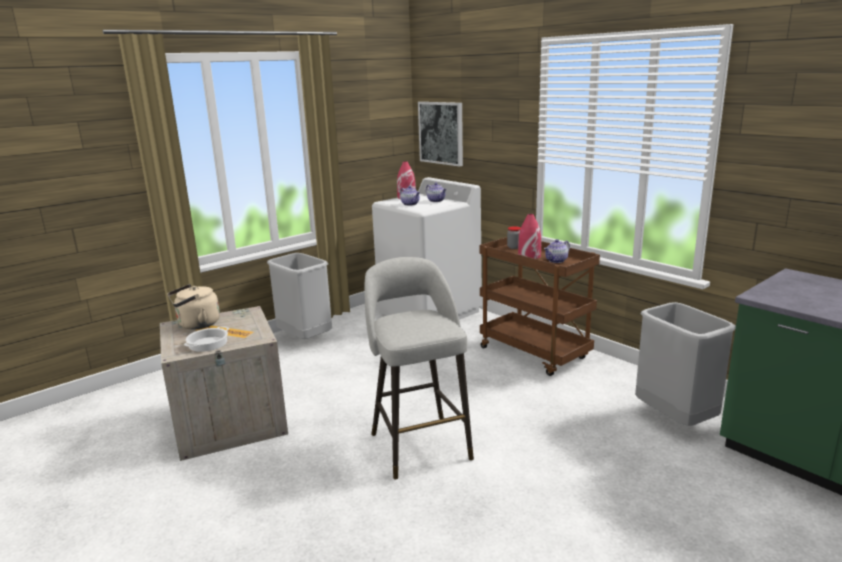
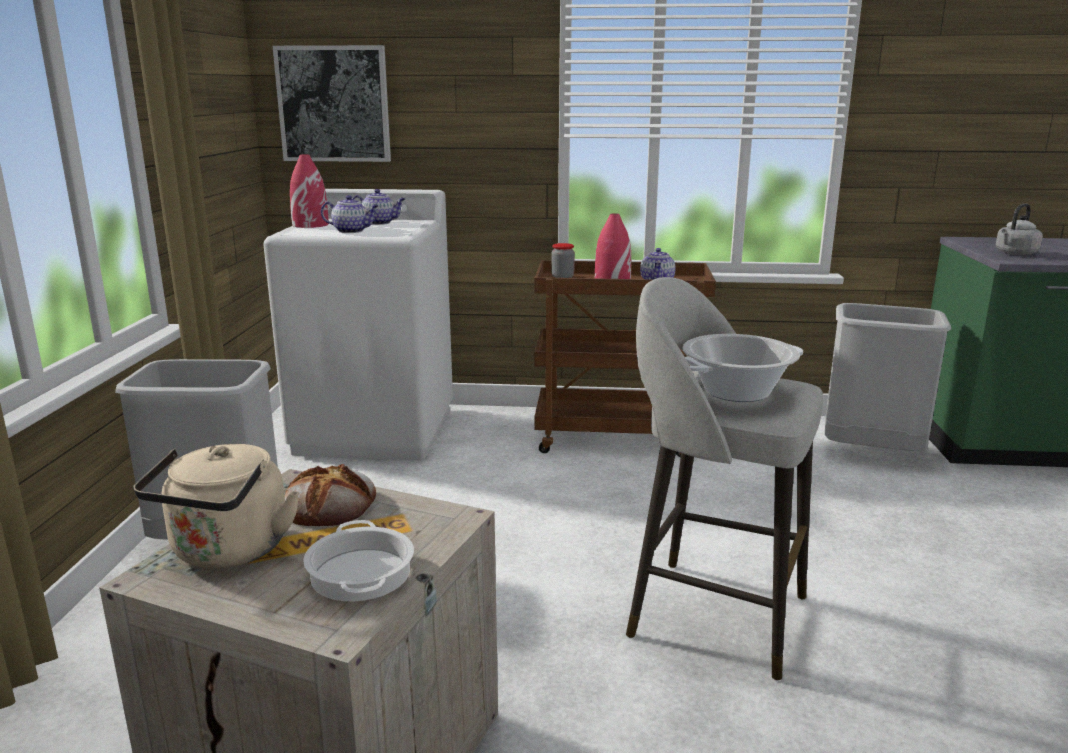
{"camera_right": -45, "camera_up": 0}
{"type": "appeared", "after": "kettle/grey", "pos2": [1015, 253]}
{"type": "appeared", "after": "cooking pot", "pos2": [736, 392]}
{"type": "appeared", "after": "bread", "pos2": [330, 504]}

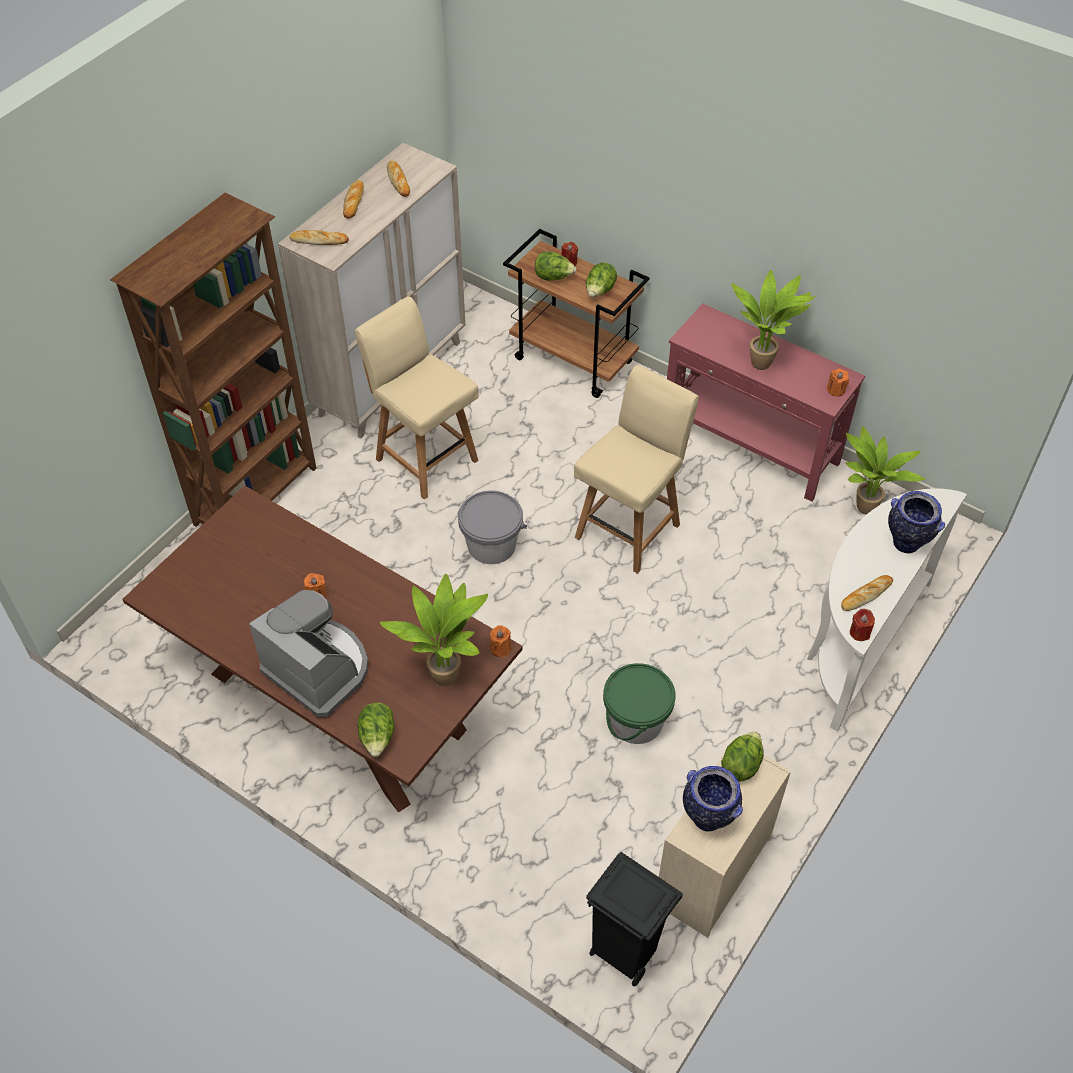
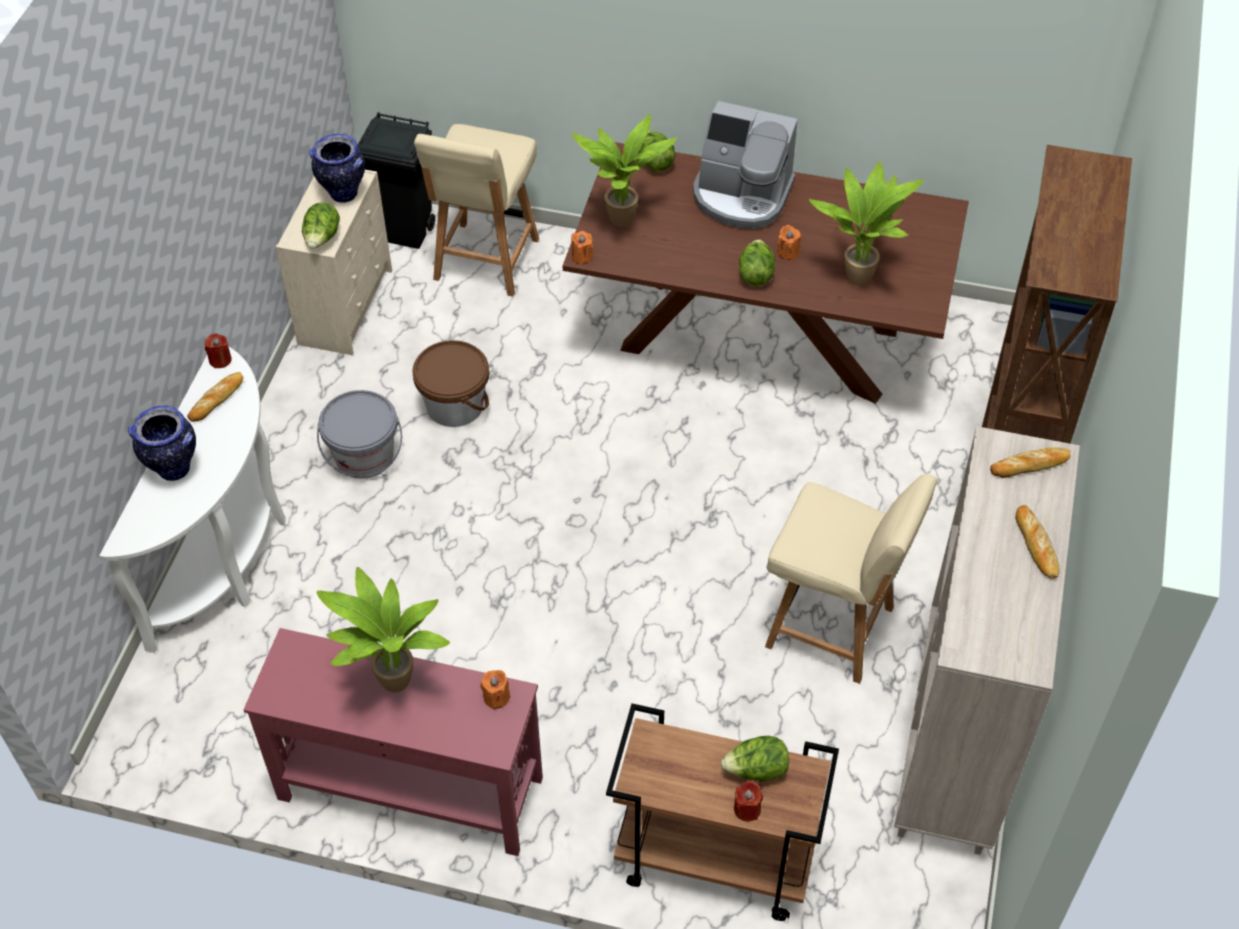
{"camera_right": 160, "camera_up": 0}
{"type": "missing", "before": "bread", "pos1": [398, 181]}
{"type": "relocated", "before": "lettuce", "pos1": [600, 291], "pos2": [755, 274]}
{"type": "relocated", "before": "chair/beige", "pos1": [629, 529], "pos2": [485, 261]}
{"type": "relocated", "before": "candle/orange", "pos1": [836, 390], "pos2": [496, 697]}
{"type": "relocated", "before": "potted plant", "pos1": [864, 511], "pos2": [859, 275]}
{"type": "relocated", "before": "bucket/grey", "pos1": [491, 545], "pos2": [364, 456]}
{"type": "colour", "before": "bucket/green", "after": "bucket/brown", "pos1": [636, 721], "pos2": [455, 405]}

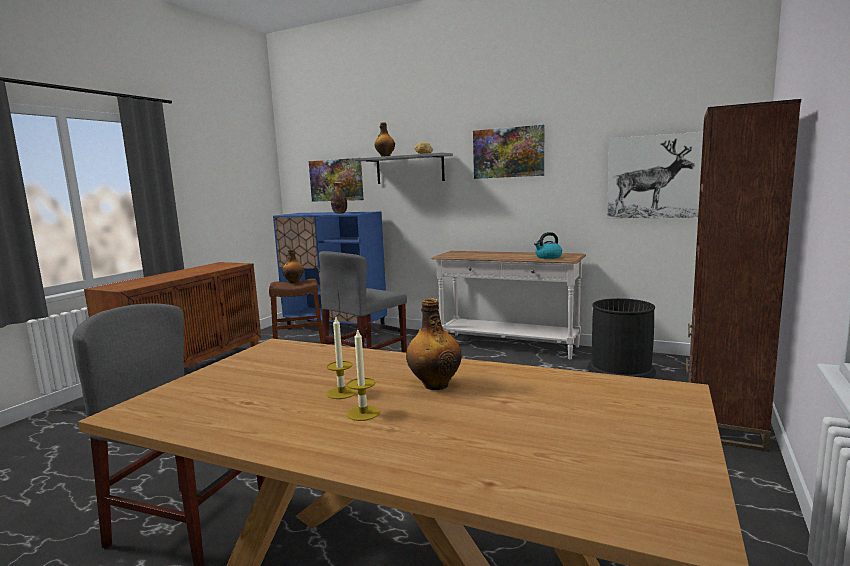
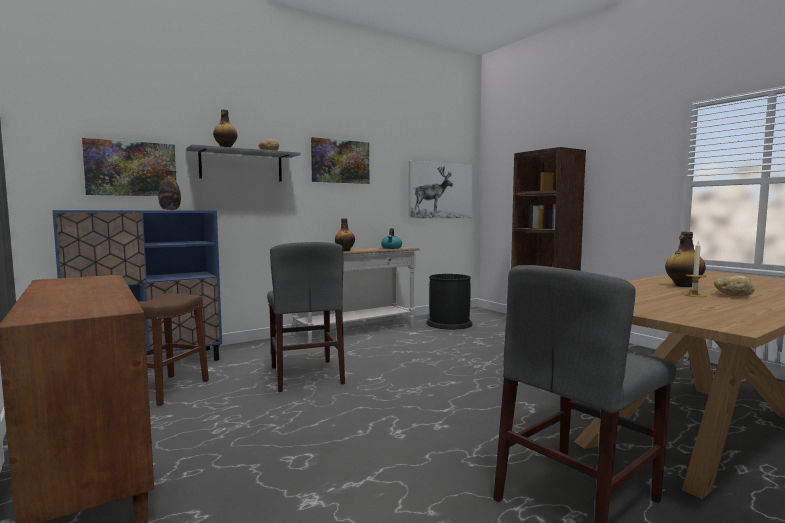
{"camera_right": -60, "camera_up": -5}
{"type": "relocated", "before": "bottle", "pos1": [294, 282], "pos2": [345, 251]}
{"type": "exchanged", "before": "candle", "after": "bread", "pos1": [363, 413], "pos2": [733, 295]}

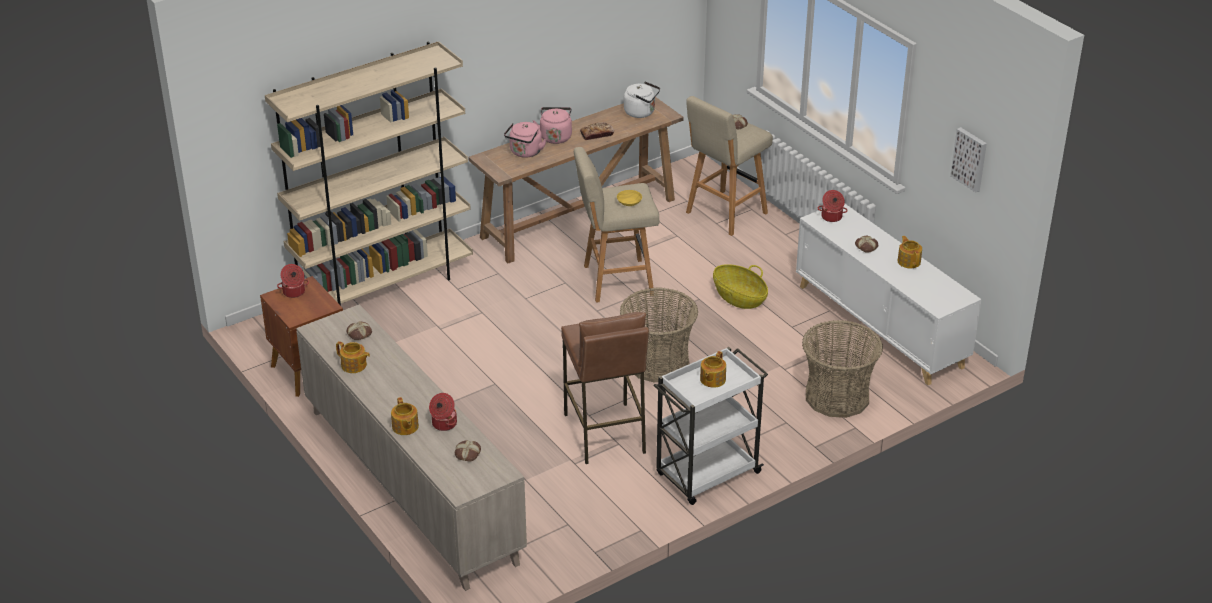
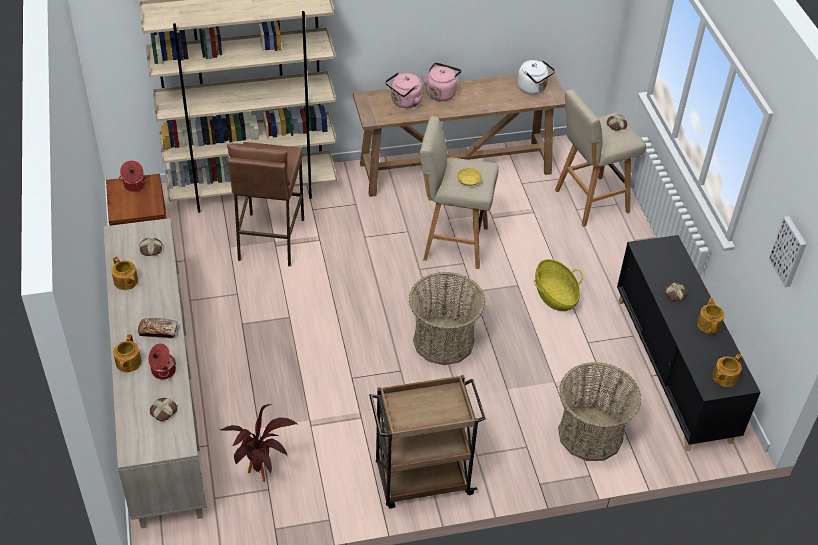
{"camera_right": 20, "camera_up": 10}
{"type": "relocated", "before": "bread", "pos1": [597, 134], "pos2": [158, 331]}
{"type": "missing", "before": "cooking pot", "pos1": [831, 217]}
{"type": "colour", "before": "cabinet/white", "after": "cabinet/black", "pos1": [880, 326], "pos2": [673, 369]}
{"type": "relocated", "before": "stool/brown", "pos1": [604, 433], "pos2": [270, 239]}
{"type": "colour", "before": "cart/white", "after": "cart/brown", "pos1": [706, 474], "pos2": [421, 479]}
{"type": "relocated", "before": "teapot", "pos1": [712, 379], "pos2": [724, 377]}
{"type": "appeared", "after": "potted plant", "pos2": [263, 477]}

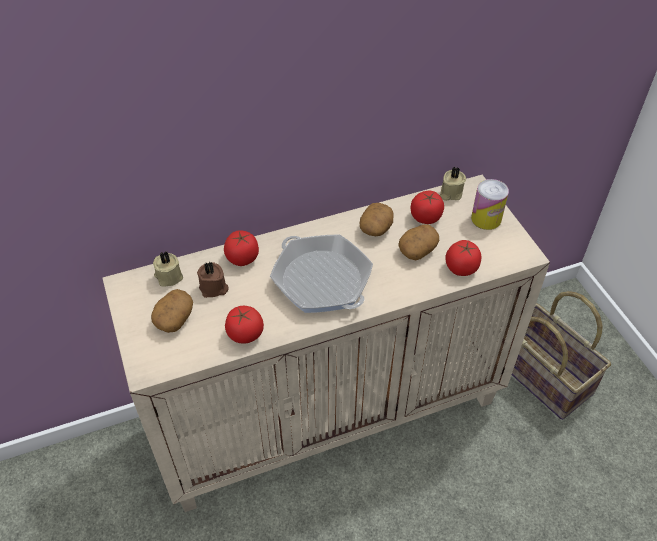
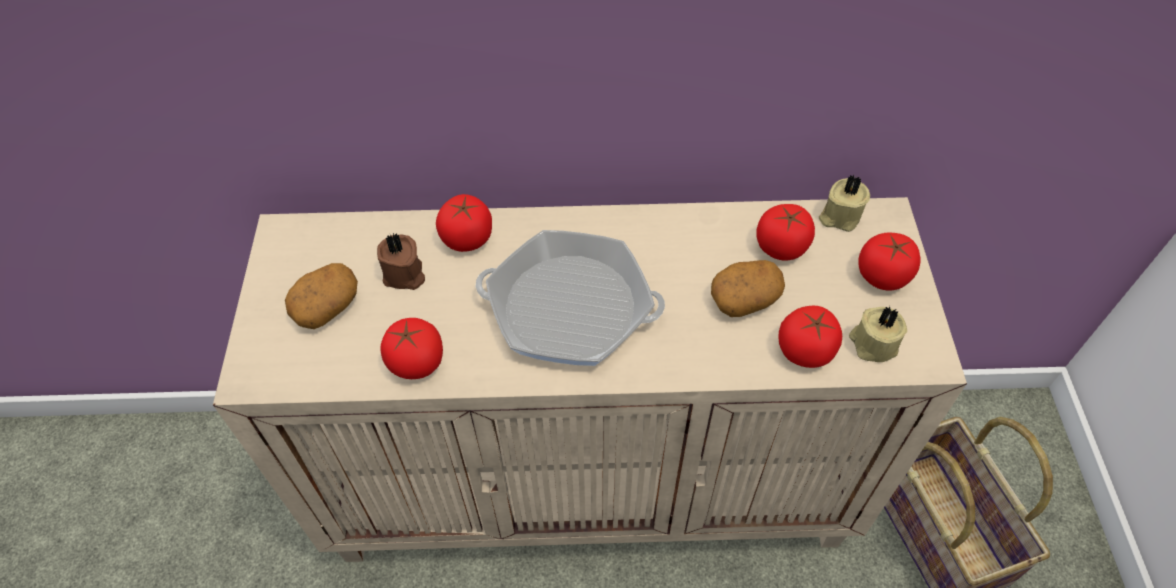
{"camera_right": 20, "camera_up": 5}
{"type": "exchanged", "before": "can", "after": "tomato", "pos1": [486, 219], "pos2": [883, 276]}
{"type": "missing", "before": "potato", "pos1": [376, 228]}
{"type": "spun", "before": "frying pan", "pos1": [321, 280], "pos2": [570, 307], "turn": -60}
{"type": "relocated", "before": "candle/beige", "pos1": [168, 276], "pos2": [872, 344]}

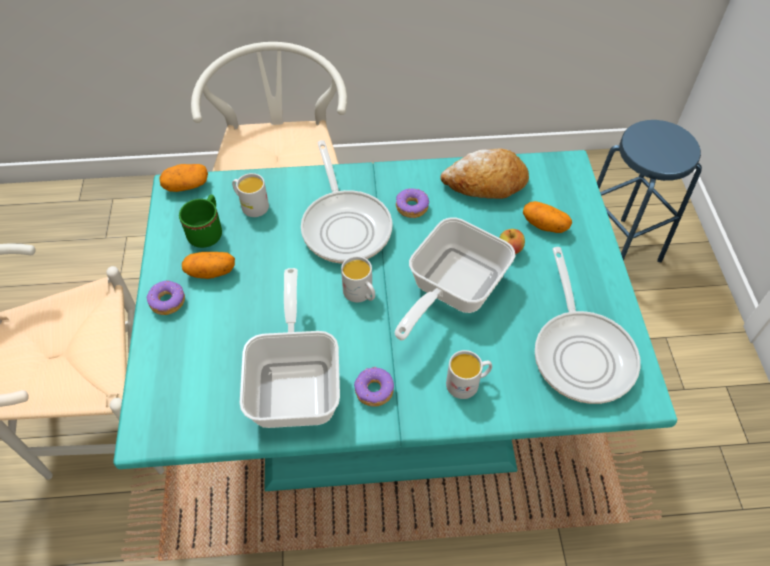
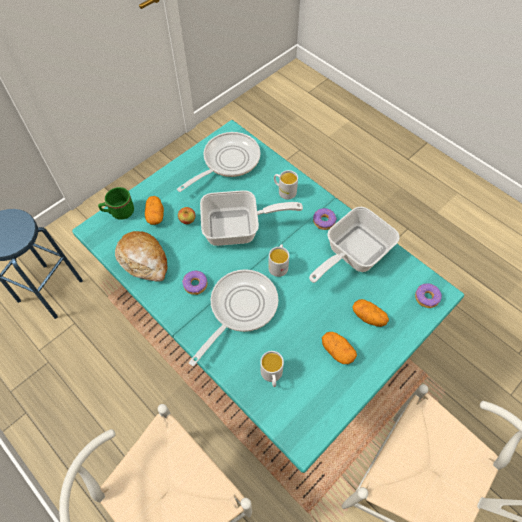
{"camera_right": -130, "camera_up": 5}
{"type": "relocated", "before": "potato", "pos1": [186, 186], "pos2": [368, 317]}
{"type": "relocated", "before": "mug/green", "pos1": [207, 231], "pos2": [119, 212]}
{"type": "relocated", "before": "donut", "pos1": [167, 301], "pos2": [426, 298]}

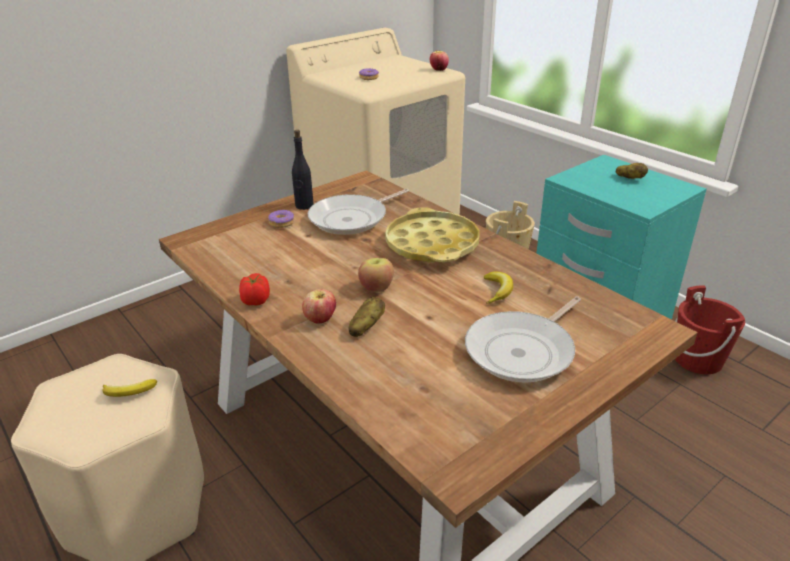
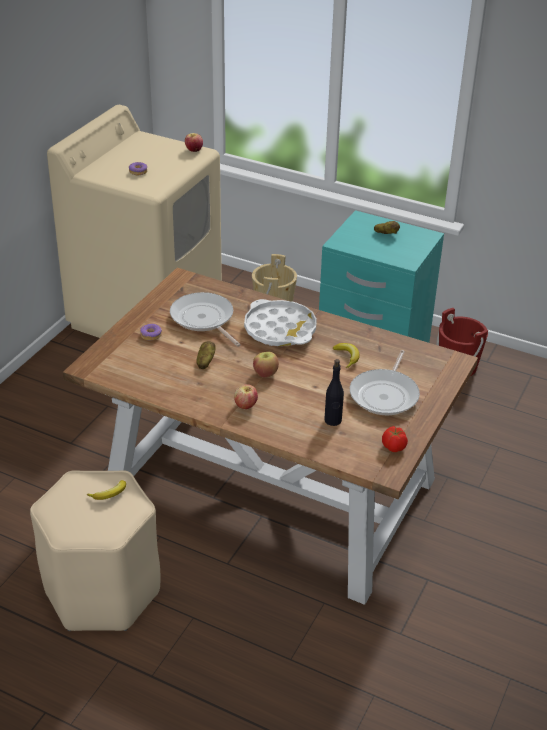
{"camera_right": -25, "camera_up": 5}
{"type": "relocated", "before": "bottle/black", "pos1": [304, 206], "pos2": [333, 420]}
{"type": "spun", "before": "frying pan", "pos1": [352, 219], "pos2": [204, 319], "turn": 120}
{"type": "colour", "before": "tray/yellow", "after": "tray/white", "pos1": [432, 244], "pos2": [280, 329]}
{"type": "relocated", "before": "tomato", "pos1": [255, 301], "pos2": [393, 447]}
{"type": "relocated", "before": "potato", "pos1": [366, 327], "pos2": [205, 362]}

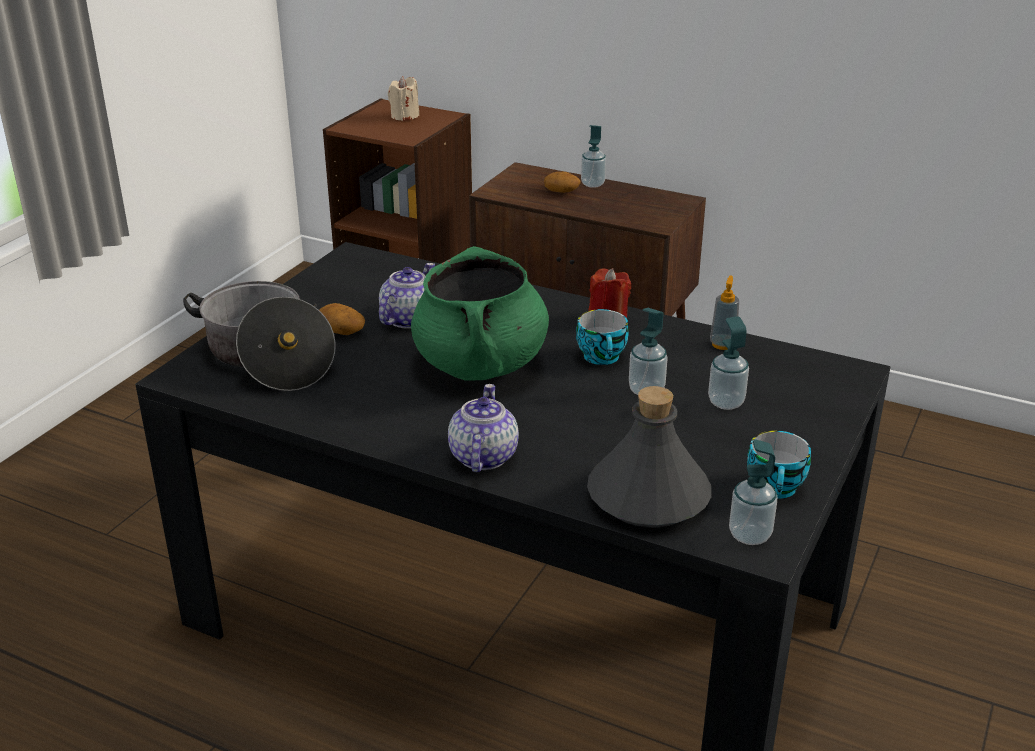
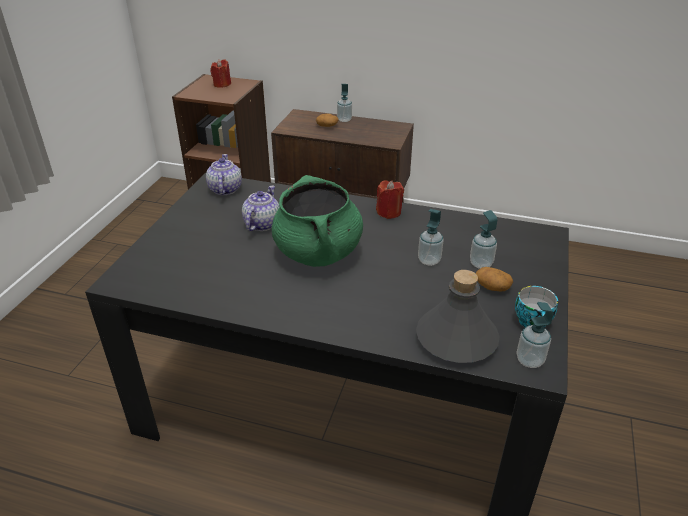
{"camera_right": -10, "camera_up": 5}
{"type": "colour", "before": "candle/beige", "after": "candle/red", "pos1": [404, 116], "pos2": [222, 84]}
{"type": "missing", "before": "soap dispenser", "pos1": [723, 344]}
{"type": "missing", "before": "cooking pot", "pos1": [267, 357]}
{"type": "relocated", "before": "potato", "pos1": [341, 331], "pos2": [492, 287]}
{"type": "missing", "before": "cup", "pos1": [603, 357]}
{"type": "relocated", "before": "teapot", "pos1": [482, 456], "pos2": [224, 189]}

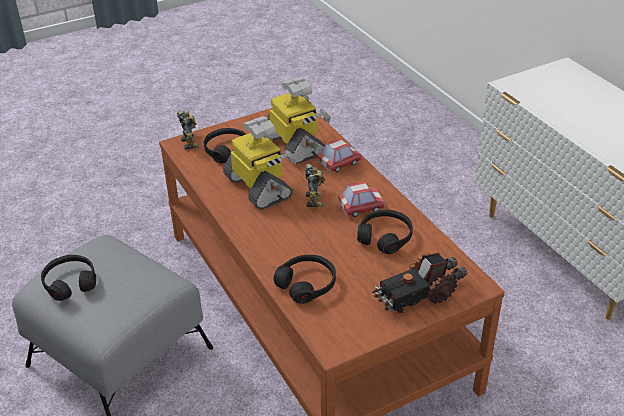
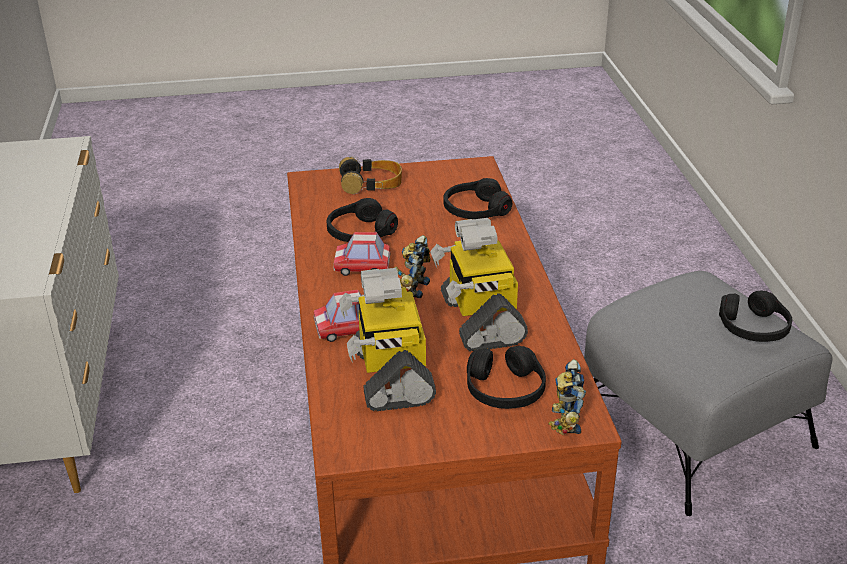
{"camera_right": -160, "camera_up": -5}
{"type": "exchanged", "before": "toy truck", "after": "headphones", "pos1": [417, 294], "pos2": [371, 183]}

